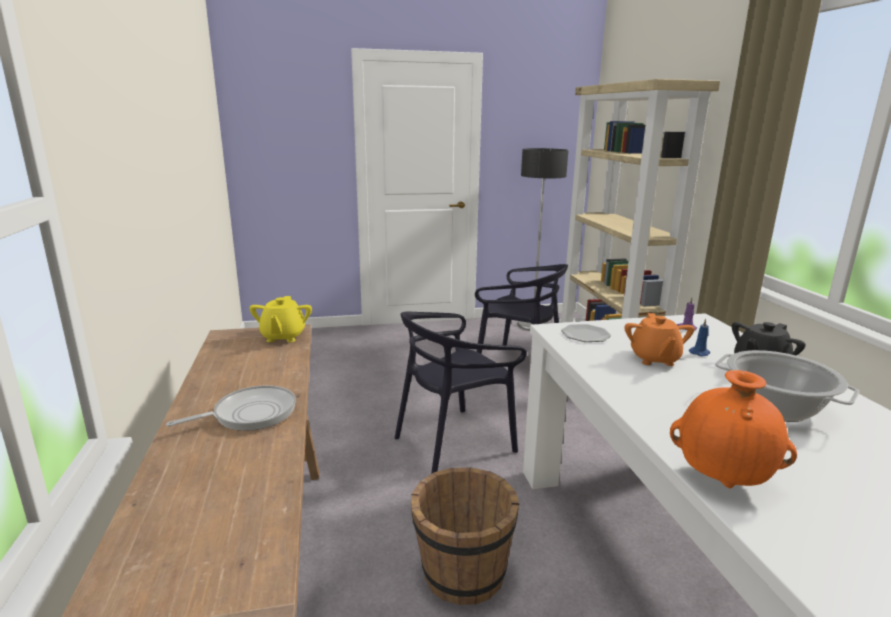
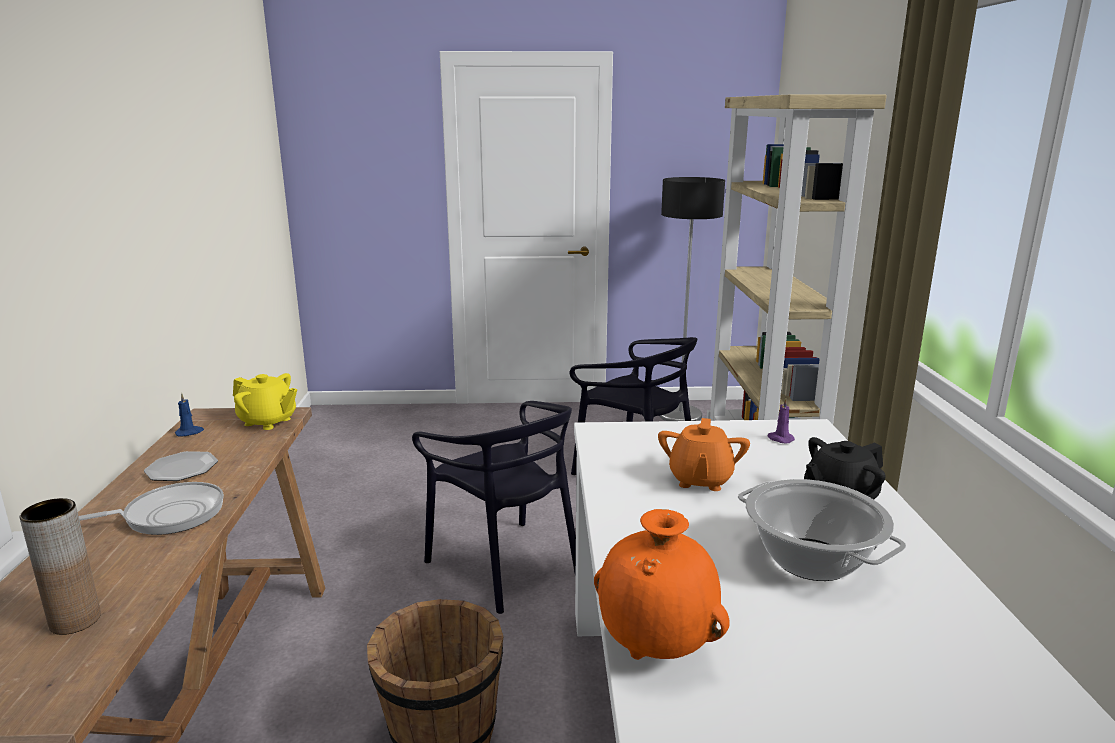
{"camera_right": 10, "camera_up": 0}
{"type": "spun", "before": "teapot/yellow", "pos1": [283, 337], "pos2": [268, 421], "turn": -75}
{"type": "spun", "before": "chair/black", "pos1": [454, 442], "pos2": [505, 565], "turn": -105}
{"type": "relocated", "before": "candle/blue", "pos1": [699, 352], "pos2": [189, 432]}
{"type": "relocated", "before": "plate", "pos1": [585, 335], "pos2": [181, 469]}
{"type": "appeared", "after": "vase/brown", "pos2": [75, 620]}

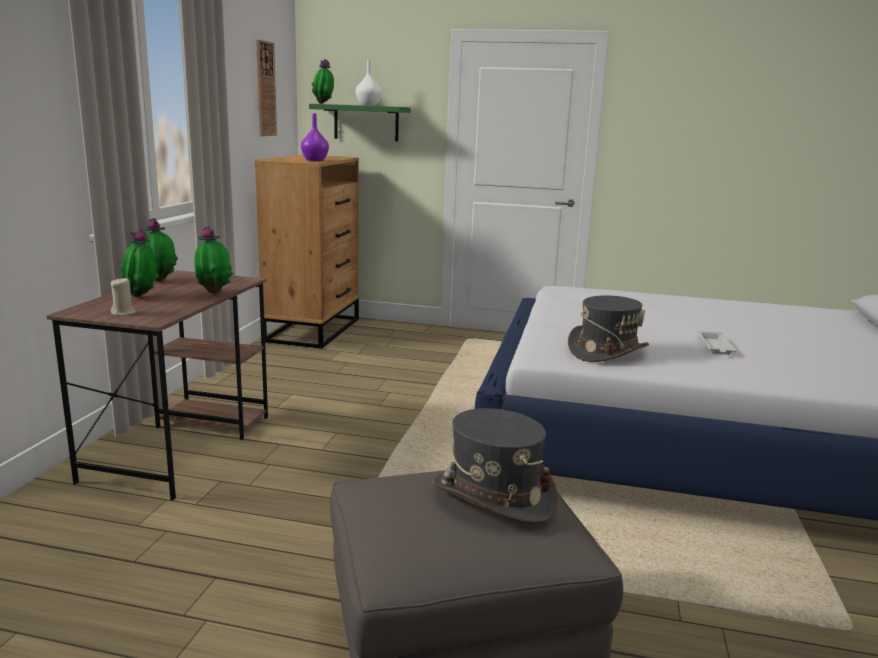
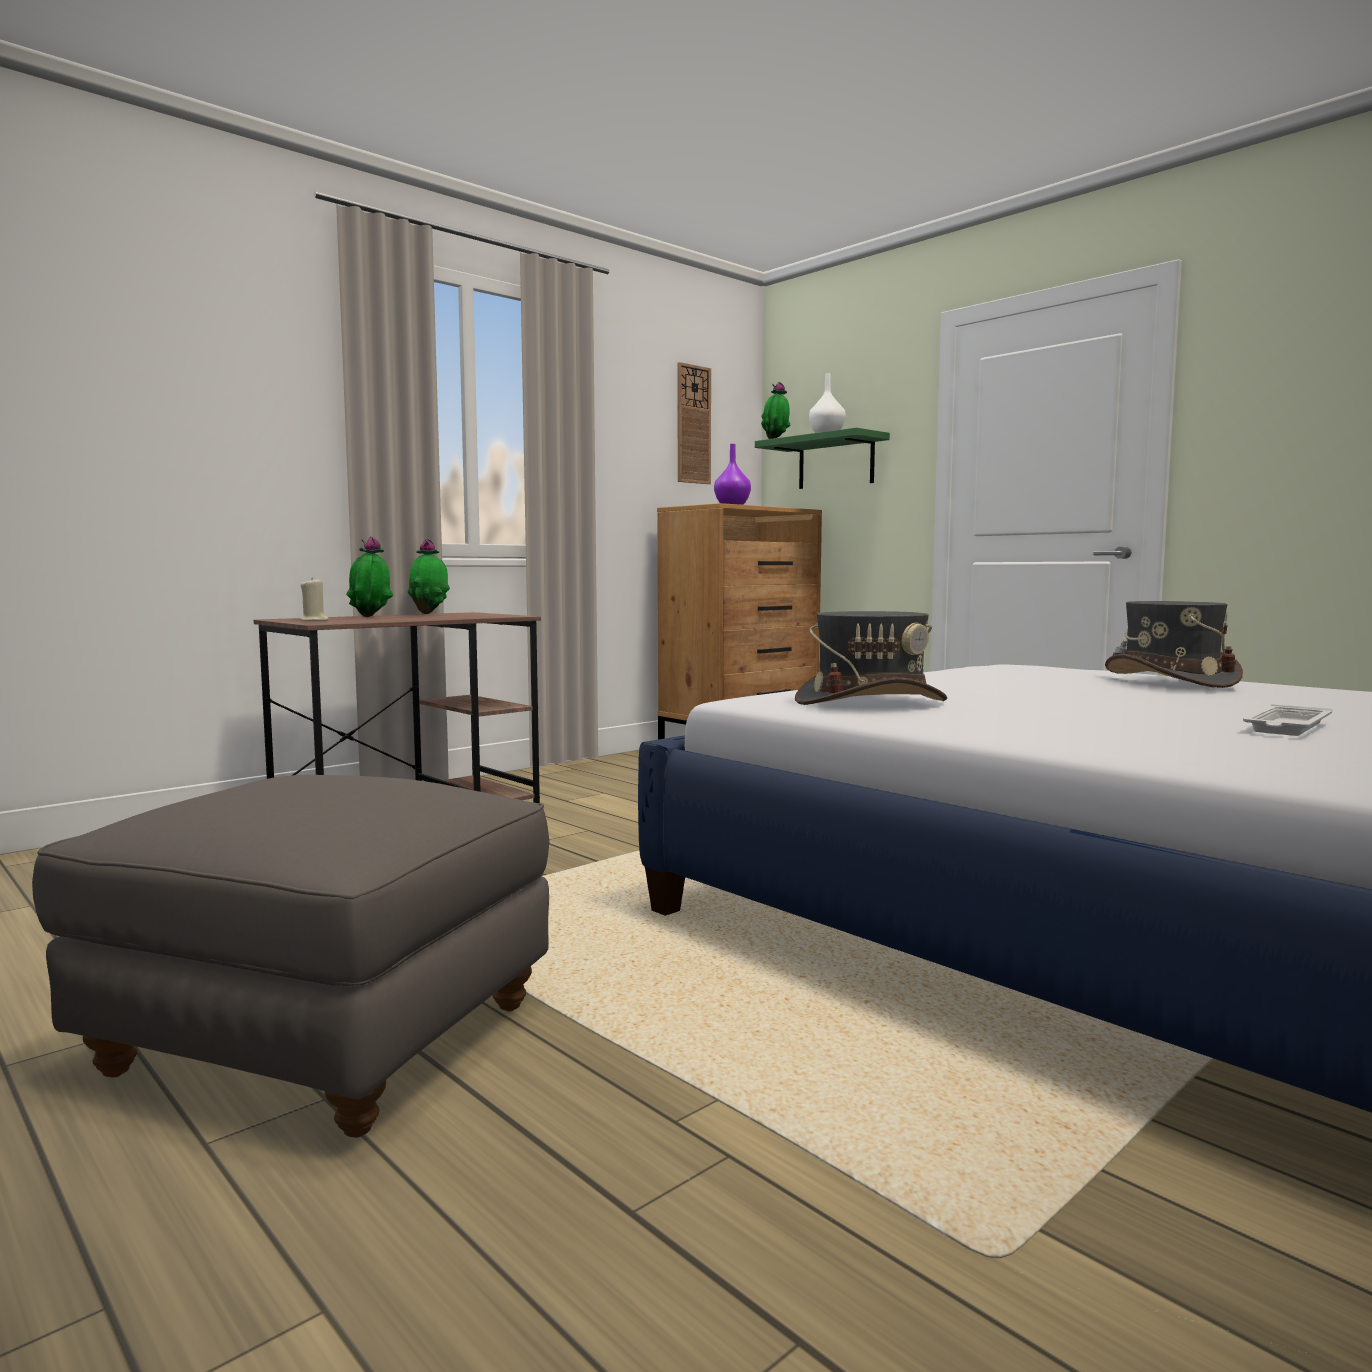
{"camera_right": 35, "camera_up": -10}
{"type": "missing", "before": "potted plant", "pos1": [214, 292]}
{"type": "relocated", "before": "tray/white", "pos1": [715, 346], "pos2": [1287, 727]}
{"type": "relocated", "before": "hat/grey", "pos1": [493, 495], "pos2": [1170, 680]}

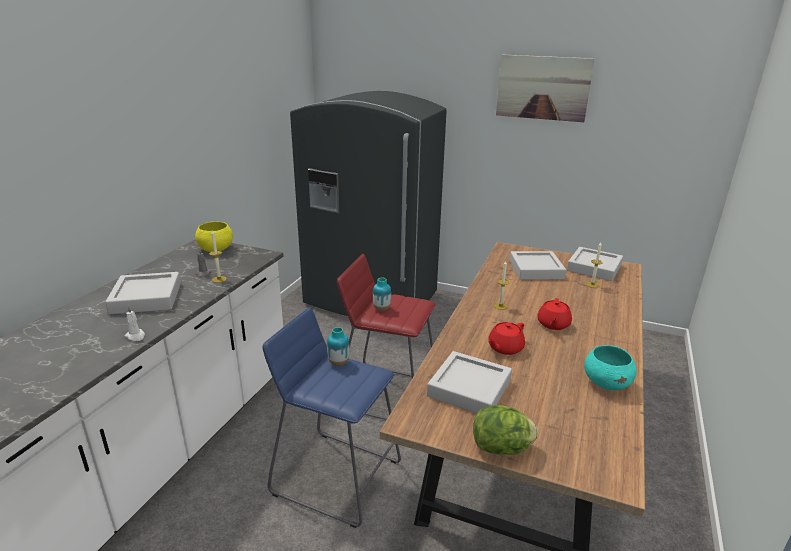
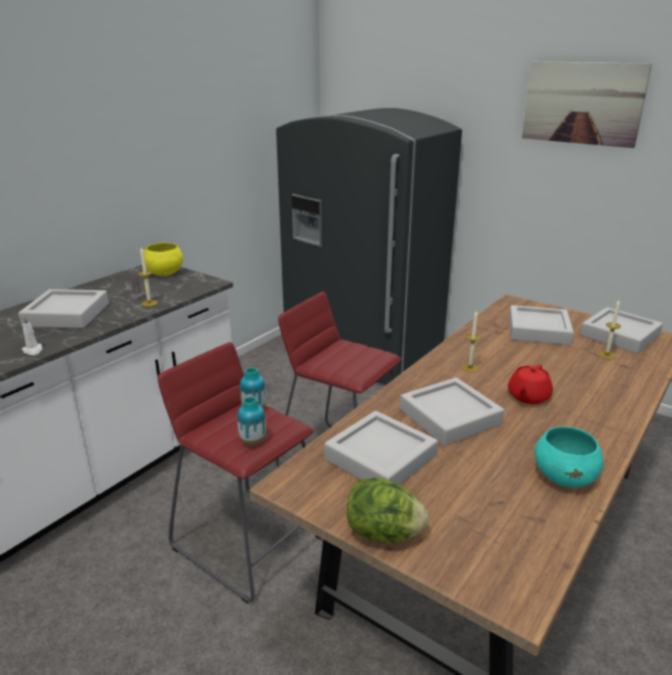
{"camera_right": 15, "camera_up": 0}
{"type": "relocated", "before": "vase", "pos1": [381, 309], "pos2": [253, 442]}
{"type": "colour", "before": "stool/blue", "after": "stool/red", "pos1": [336, 476], "pos2": [248, 542]}
{"type": "exchanged", "before": "teapot/red", "after": "tray/grey", "pos1": [504, 348], "pos2": [450, 417]}

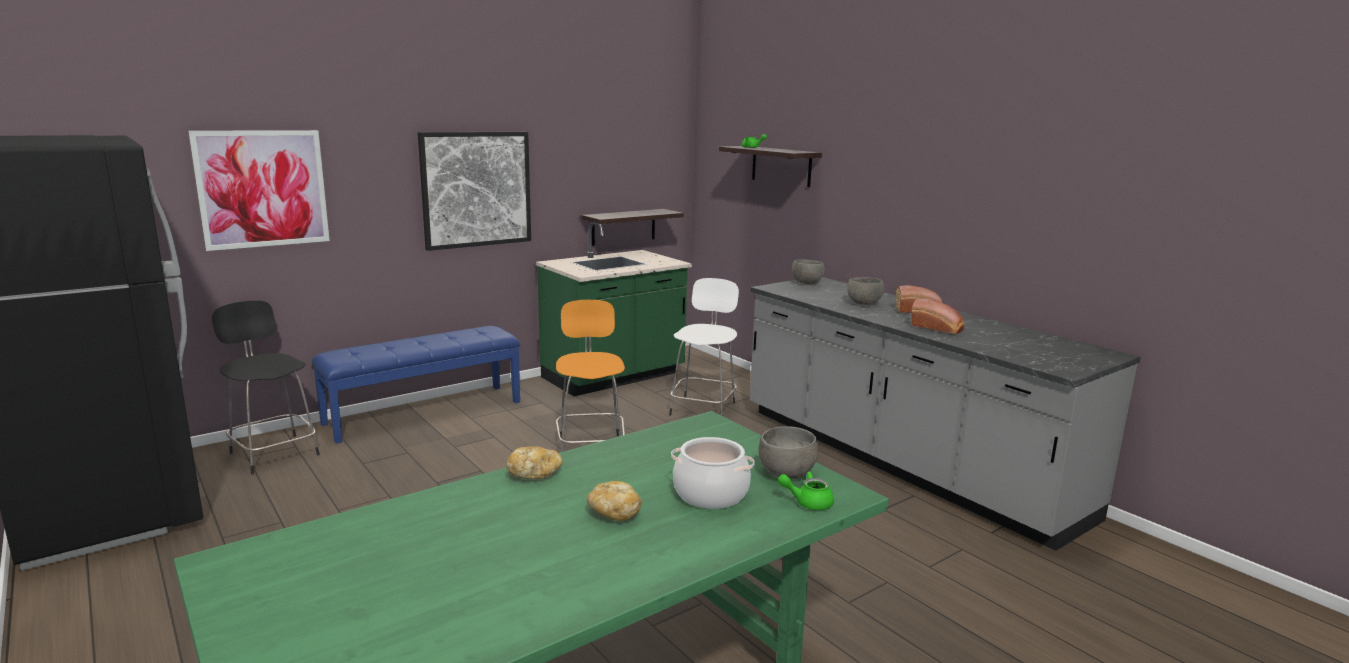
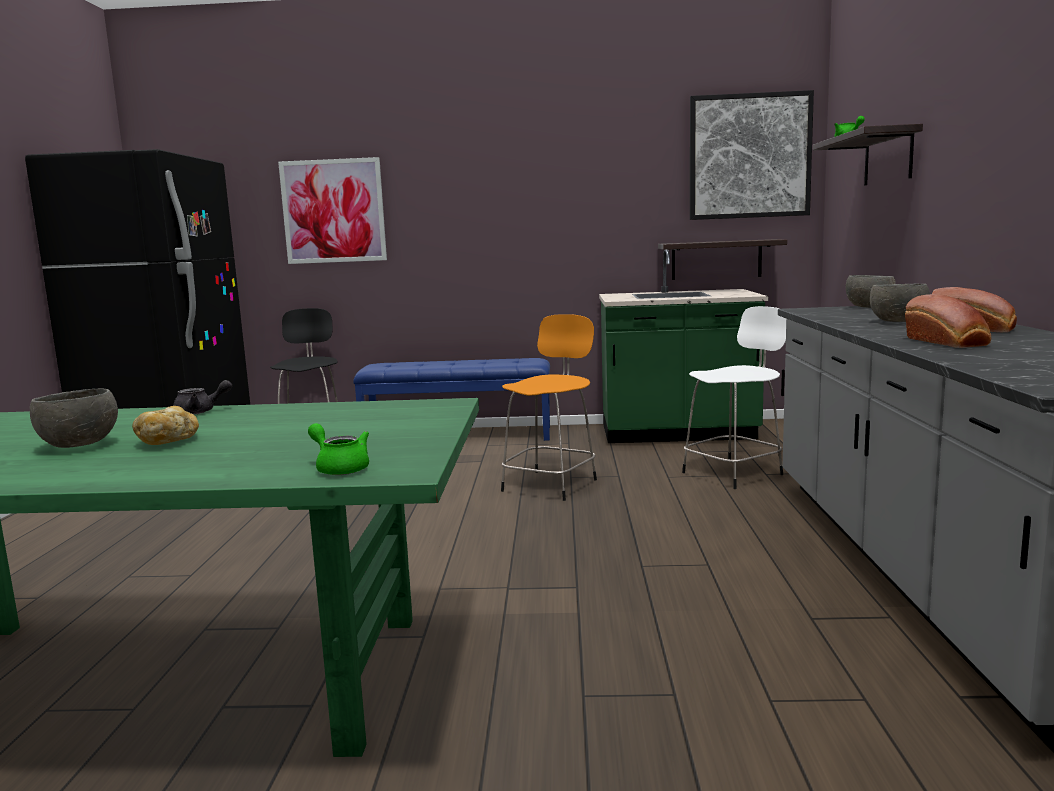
{"camera_right": 40, "camera_up": -5}
{"type": "relocated", "before": "picture", "pos1": [476, 189], "pos2": [749, 156]}
{"type": "relocated", "before": "bowl/grey", "pos1": [786, 473], "pos2": [80, 445]}
{"type": "missing", "before": "cooking pot", "pos1": [711, 493]}
{"type": "exchanged", "before": "bread", "after": "teapot/grey", "pos1": [534, 474], "pos2": [200, 412]}

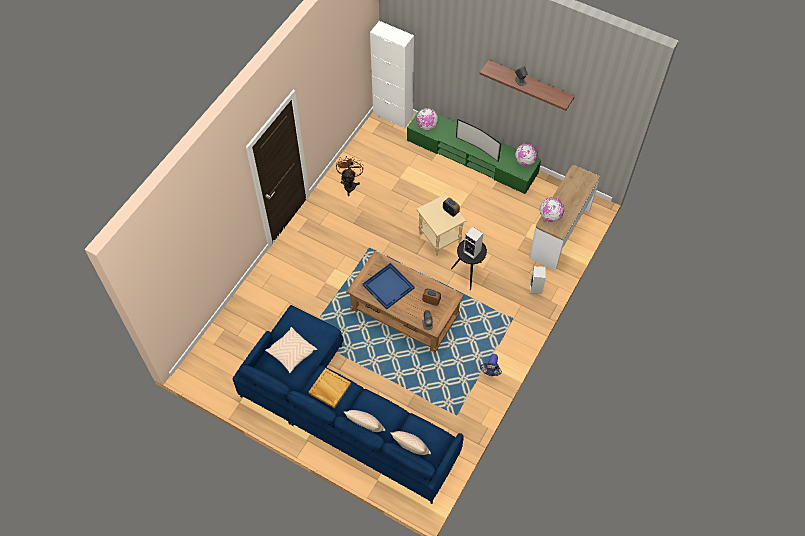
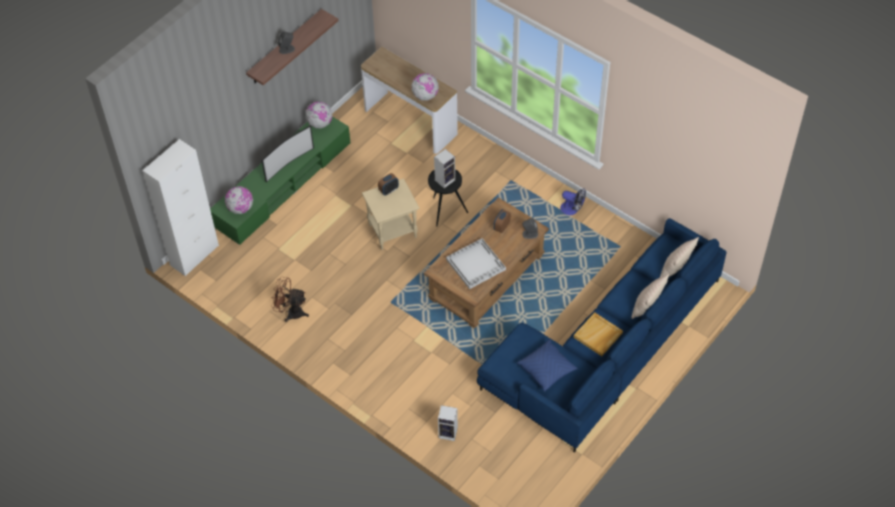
{"camera_right": -80, "camera_up": -5}
{"type": "colour", "before": "tray/blue", "after": "tray/white", "pos1": [389, 286], "pos2": [476, 264]}
{"type": "relocated", "before": "speaker", "pos1": [536, 288], "pos2": [449, 432]}
{"type": "colour", "before": "pillow/beige", "after": "pillow/blue", "pos1": [291, 353], "pos2": [547, 369]}

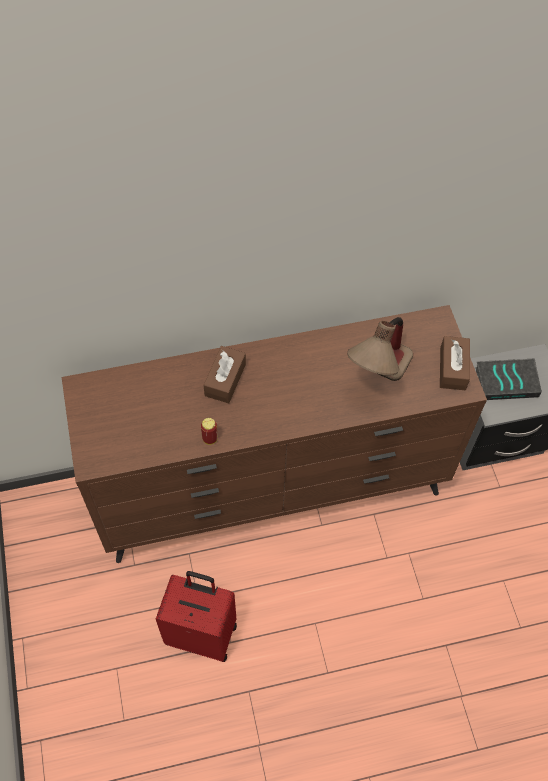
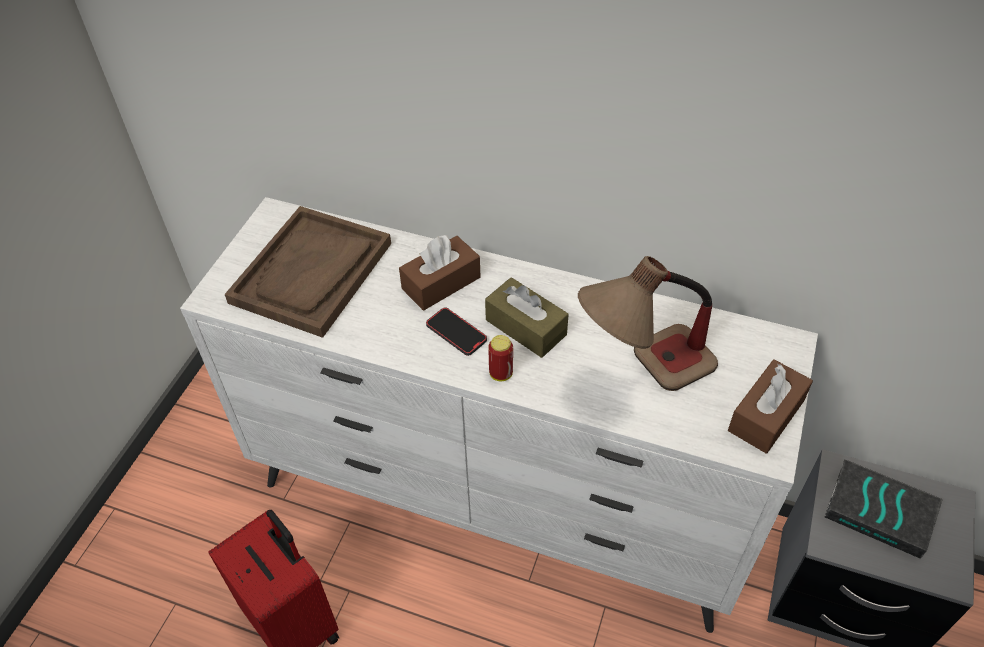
{"camera_right": 35, "camera_up": -10}
{"type": "colour", "before": "dresser/brown", "after": "dresser/white", "pos1": [273, 489], "pos2": [498, 504]}
{"type": "relocated", "before": "can", "pos1": [210, 438], "pos2": [501, 374]}
{"type": "appeared", "after": "tray/brown", "pos2": [312, 273]}
{"type": "appeared", "after": "tissue box/brown", "pos2": [526, 327]}
{"type": "appeared", "after": "phone", "pos2": [456, 333]}

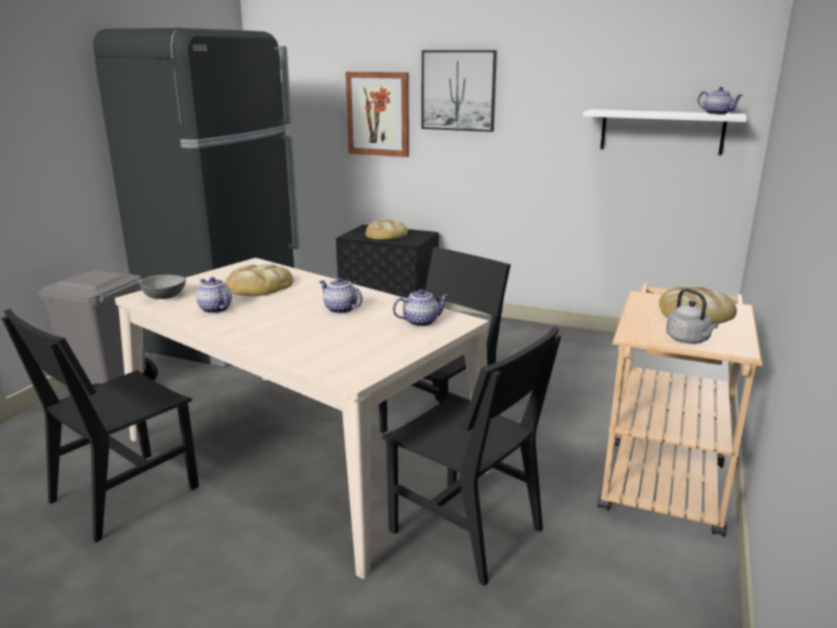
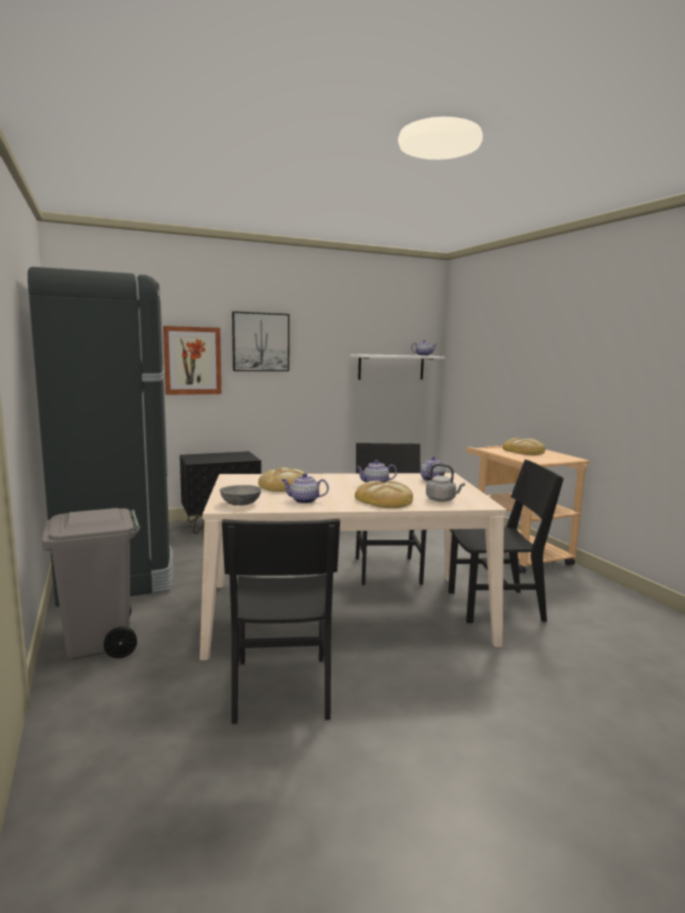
{"camera_right": -45, "camera_up": -10}
{"type": "relocated", "before": "bread", "pos1": [386, 234], "pos2": [384, 500]}
{"type": "relocated", "before": "kettle/grey", "pos1": [689, 340], "pos2": [442, 499]}

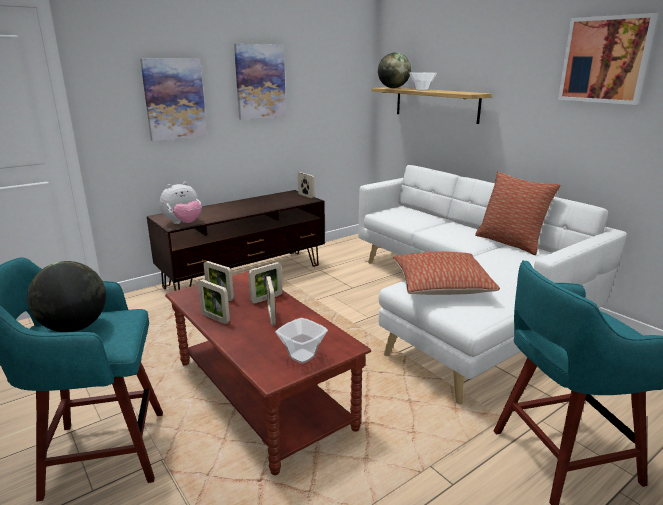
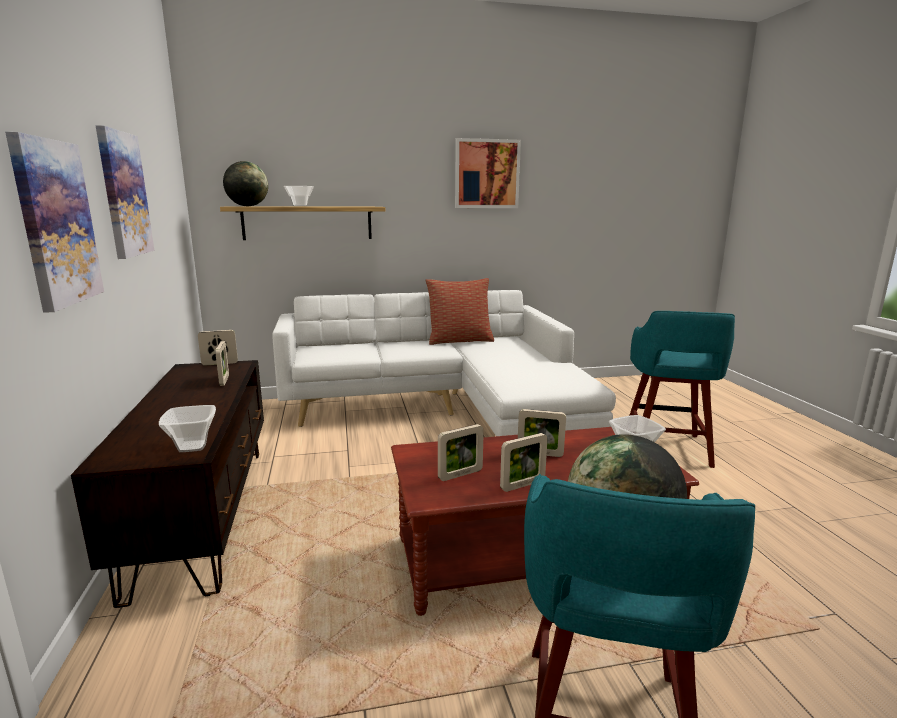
{"camera_right": -65, "camera_up": -5}
{"type": "exchanged", "before": "plush toy", "after": "bowl", "pos1": [183, 223], "pos2": [192, 446]}
{"type": "missing", "before": "pillow", "pos1": [441, 286]}
{"type": "relocated", "before": "picture frame", "pos1": [266, 298], "pos2": [224, 380]}

